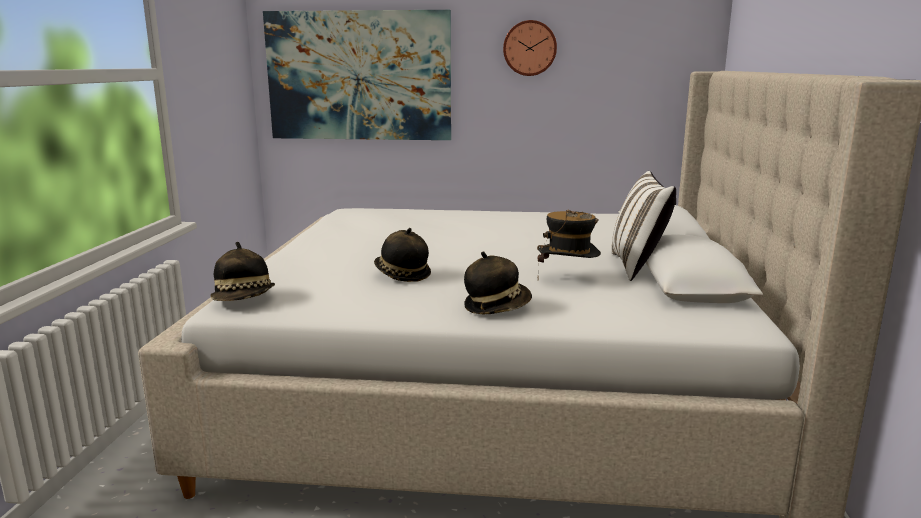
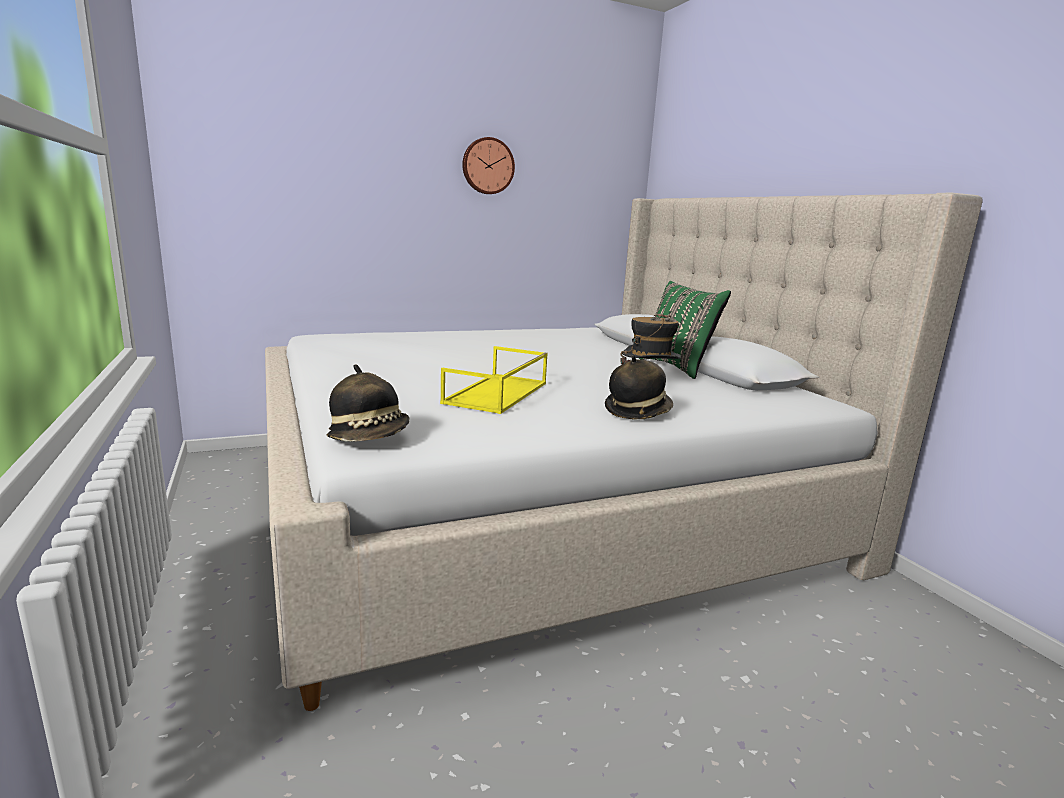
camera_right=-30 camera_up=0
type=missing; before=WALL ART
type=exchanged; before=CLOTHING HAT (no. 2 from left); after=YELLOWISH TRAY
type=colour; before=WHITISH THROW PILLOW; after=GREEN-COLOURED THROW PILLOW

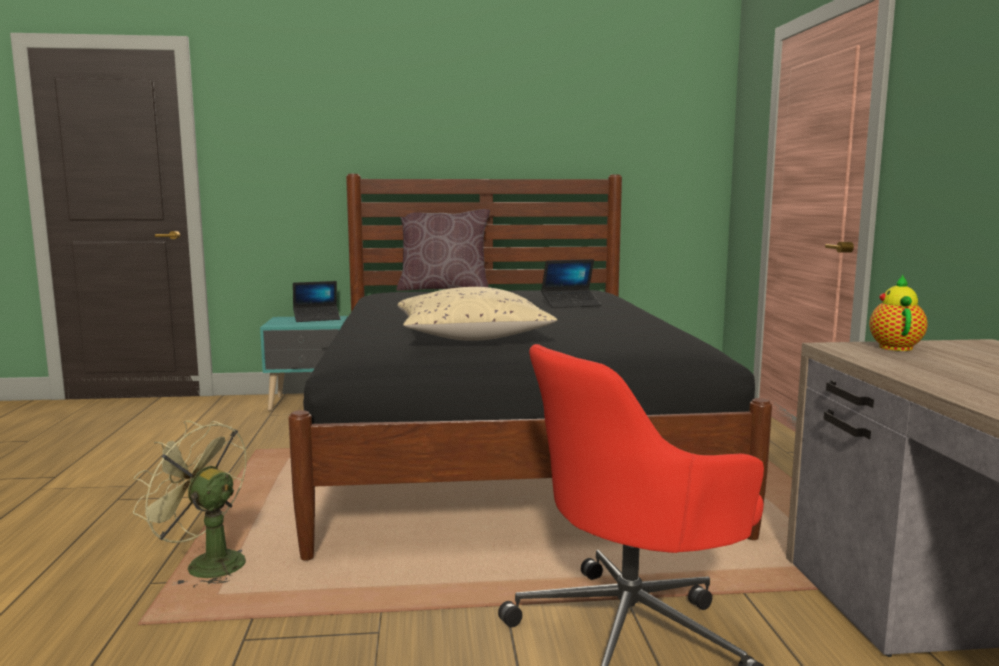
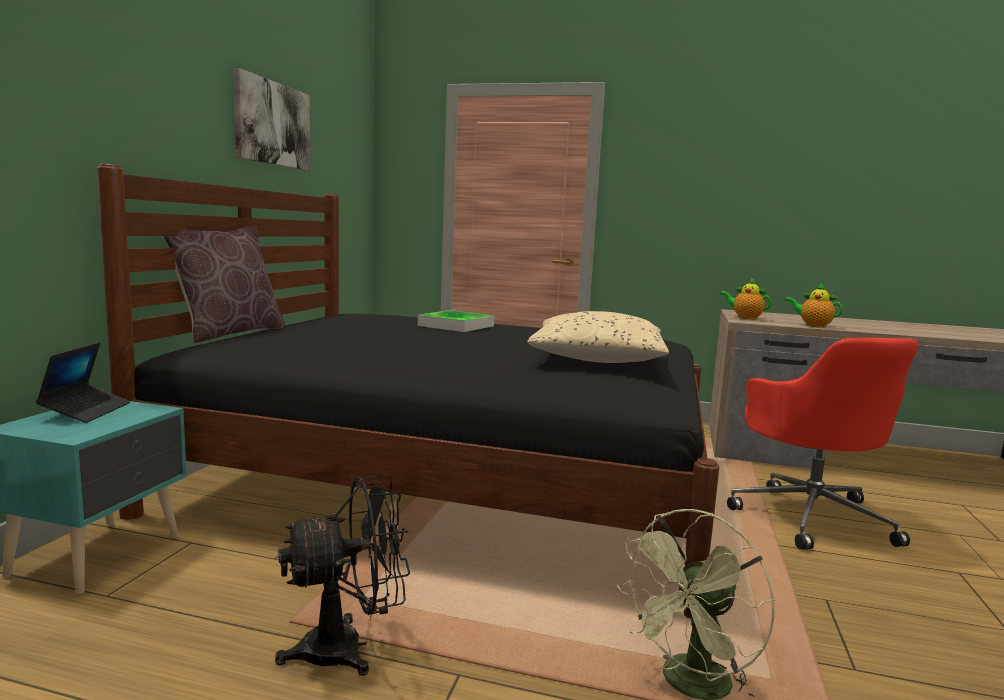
camera_right=-70 camera_up=0
type=appeared; after=WALL ART
type=appeared; after=BLACK-COLOURED COOLING FAN
type=appeared; after=TEAPOT (no. 2 from left)
type=exchanged; before=PORTABLE COMPUTER (no. 2 from left); after=TRAY

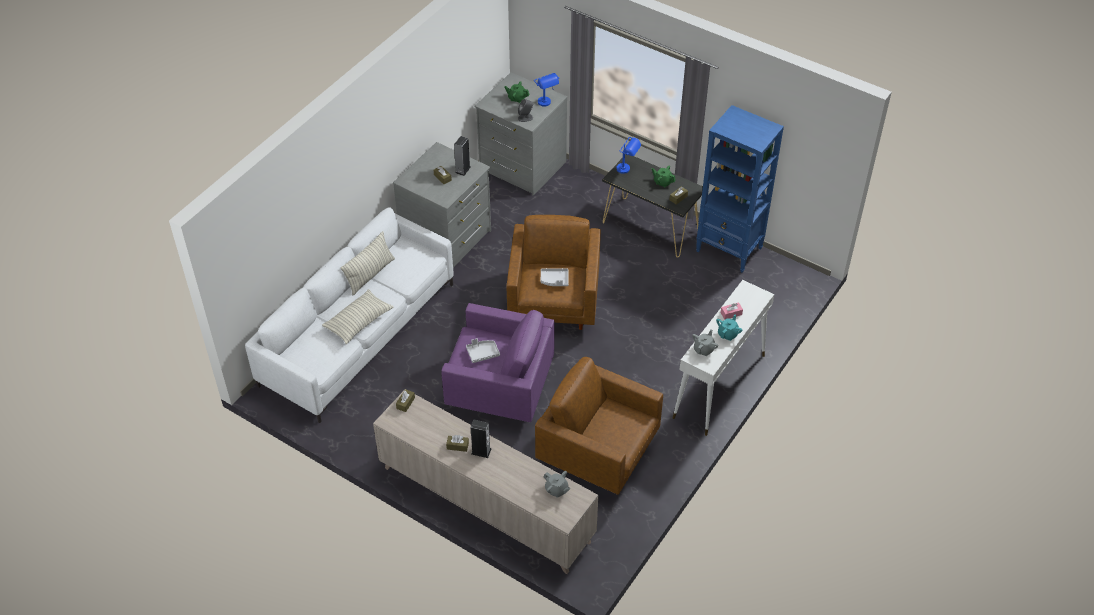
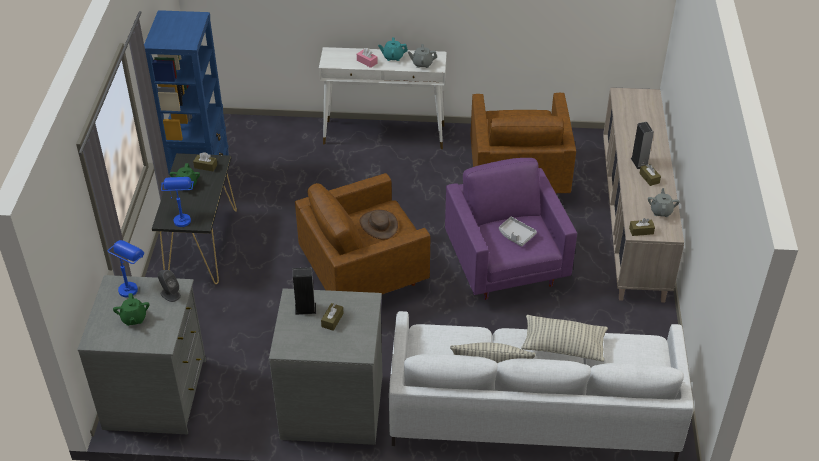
camera_right=-120 camera_up=-5
type=relocated; before=GREY TEAPOT (no. 1 from left in the first image); after=GREY TEAPOT (no. 2 from left)
type=exchanged; before=GREY TRAY (no. 2 from left); after=BROWN CLOTHING HAT

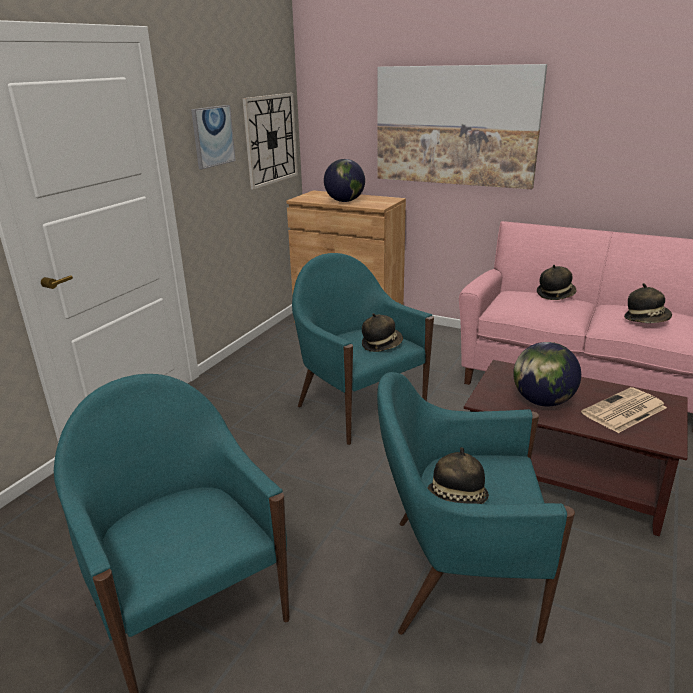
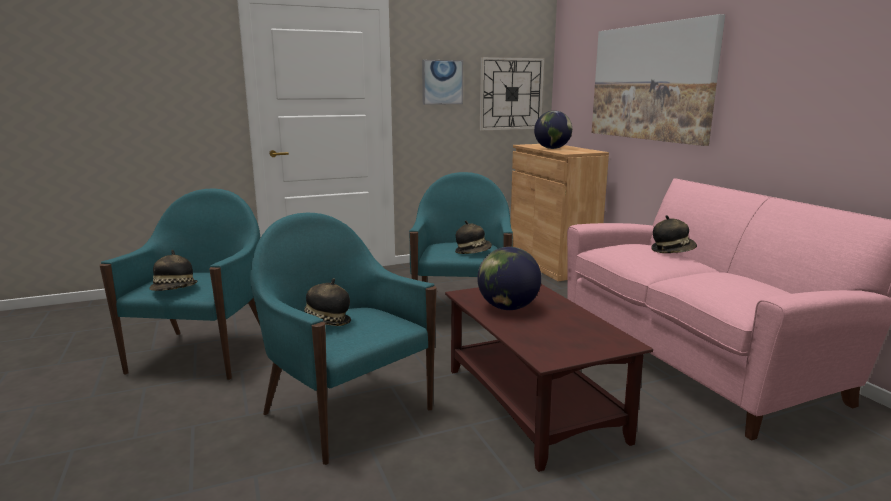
camera_right=40 camera_up=-10
type=missing; before=NEWSPAPER
type=relocated; before=CLOTHING HAT (no. 4 from left in the first image); after=CLOTHING HAT (no. 1 from left)

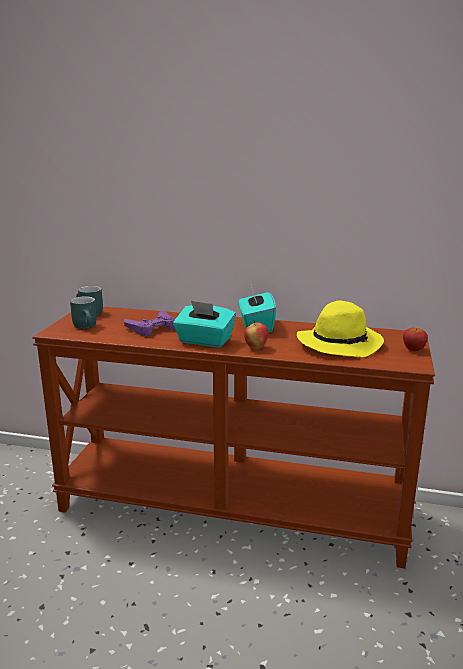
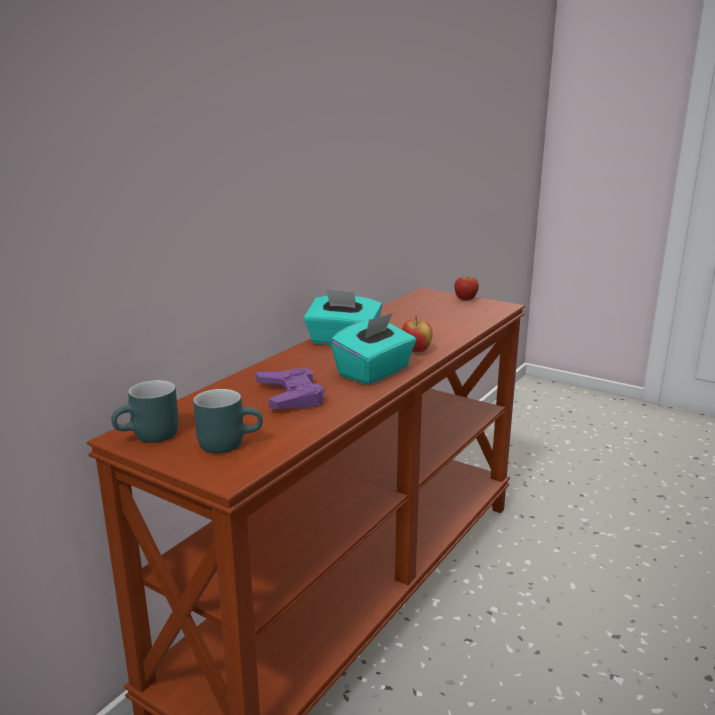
camera_right=-70 camera_up=0
type=missing; before=YELLOWISH CLOTHING HAT

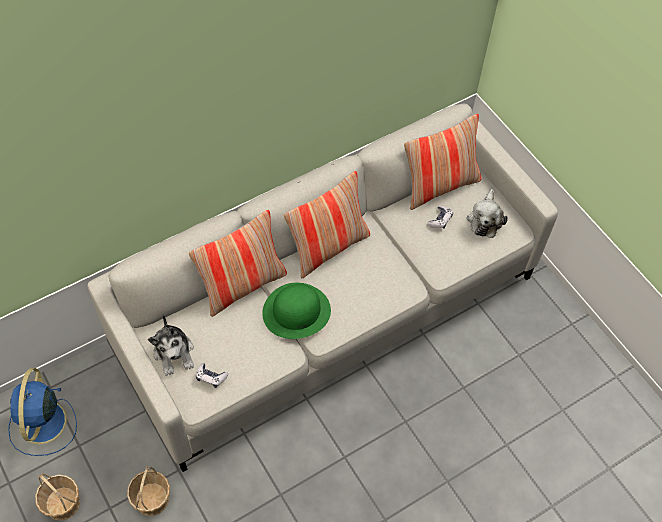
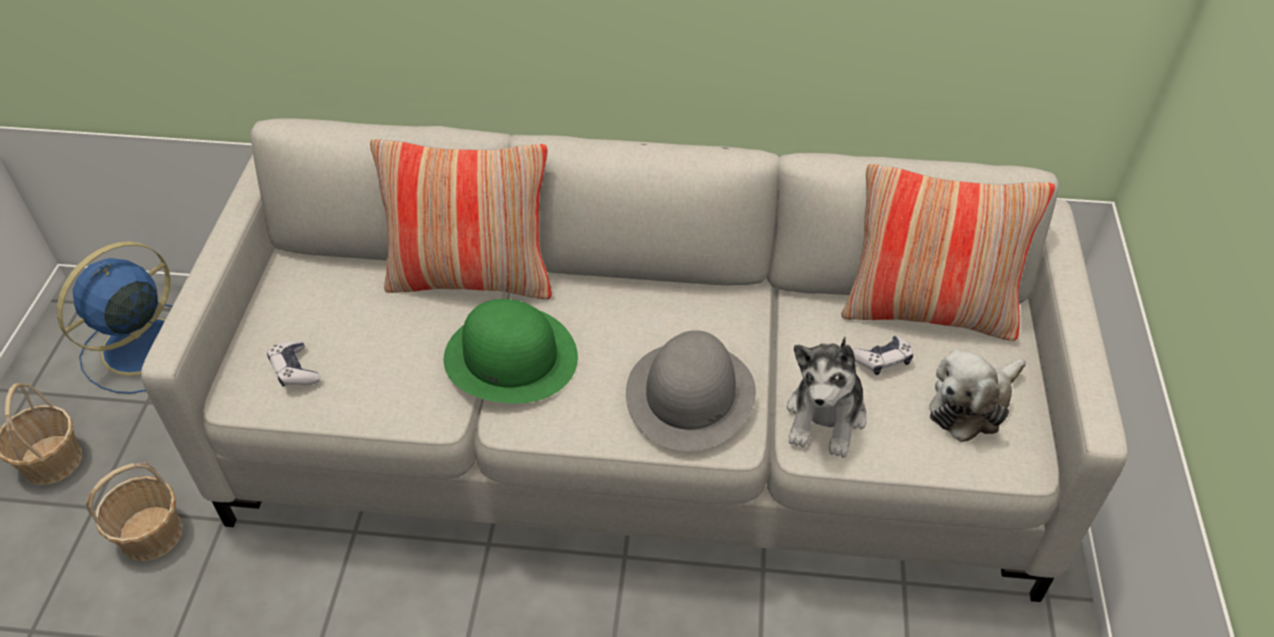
camera_right=40 camera_up=-10
type=missing; before=THROW PILLOW (no. 2 from left)
type=appeared; after=GREY CLOTHING HAT
type=relocated; before=CUDDLY TOY (no. 1 from left)

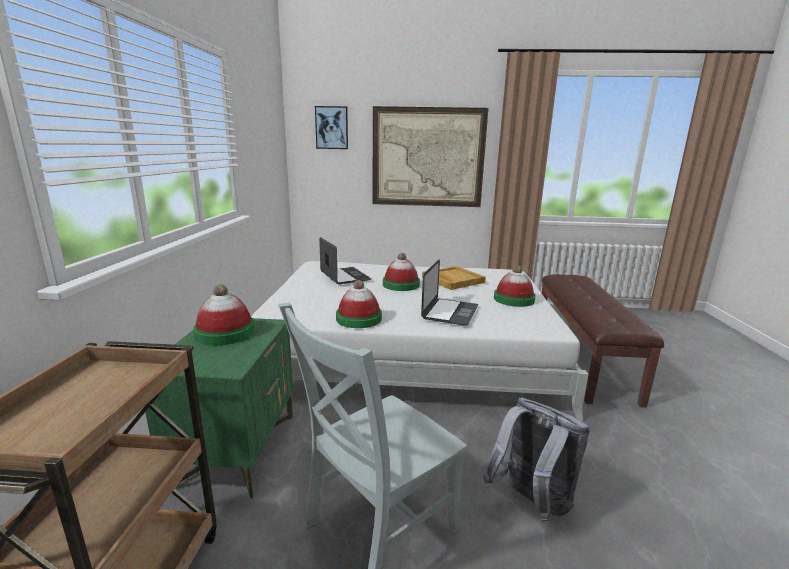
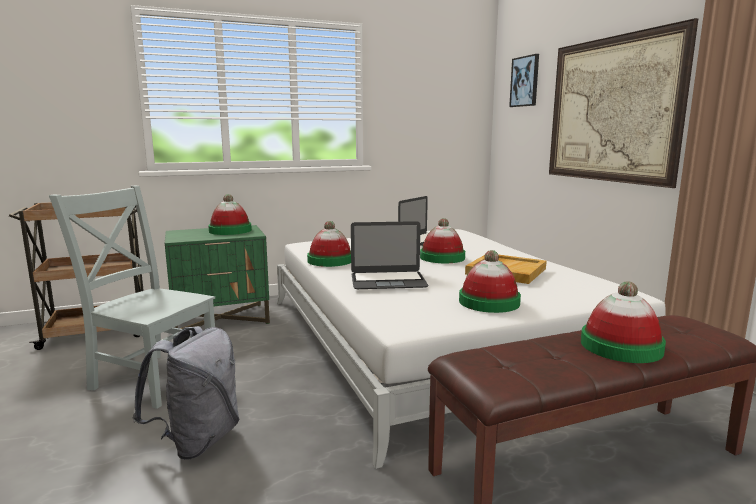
camera_right=65 camera_up=-5
type=appeared; after=CLOTHING HAT (no. 5 from left)

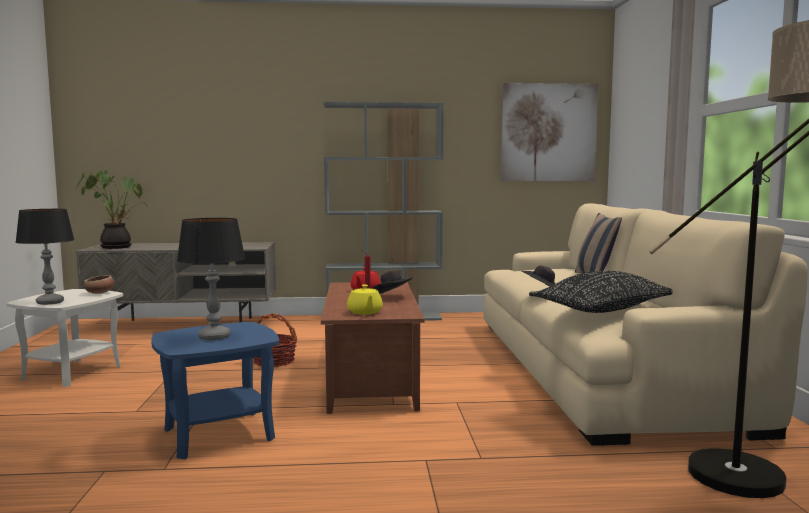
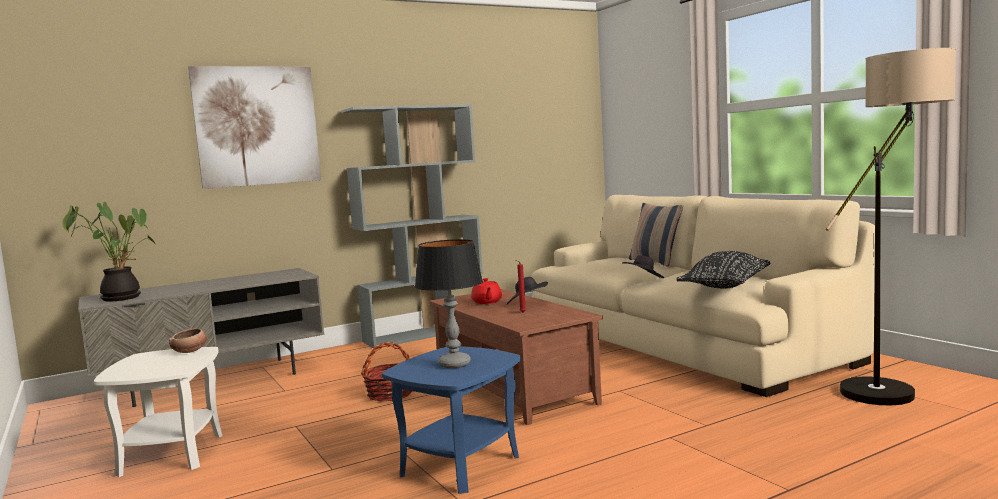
camera_right=-25 camera_up=0
type=missing; before=TABLE LAMP (no. 1 from left)
type=missing; before=YELLOWISH TEAPOT
type=relocated; before=WALL ART

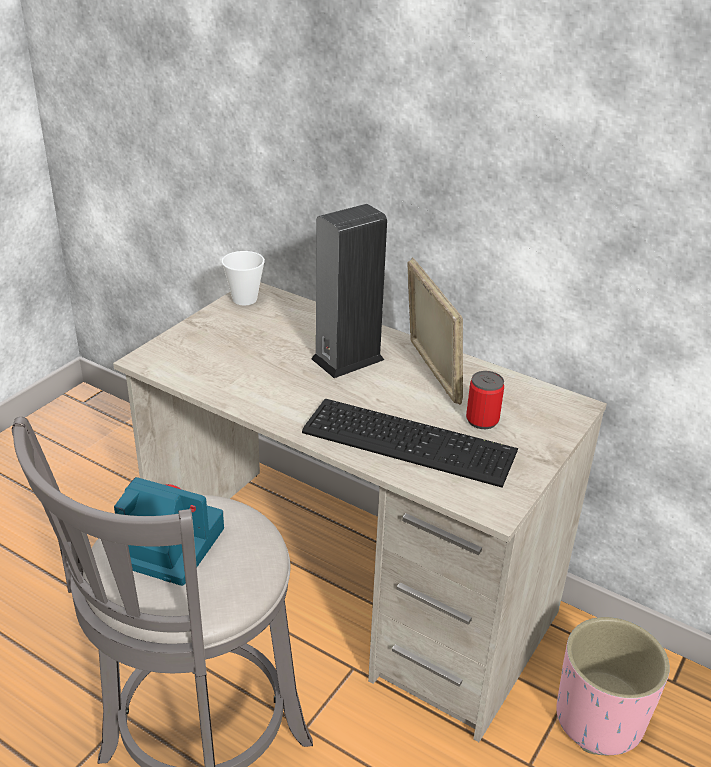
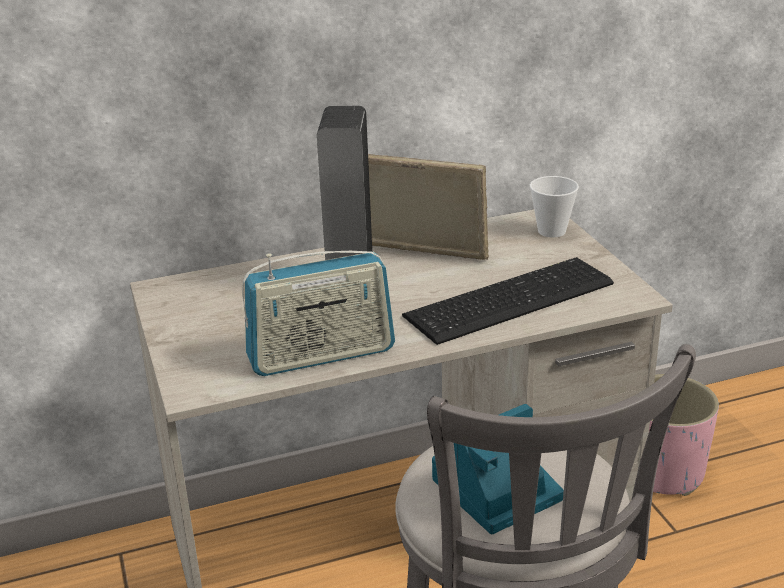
camera_right=-50 camera_up=-5
type=missing; before=CAN
type=appeared; after=RADIO SET
type=relocated; before=CUP

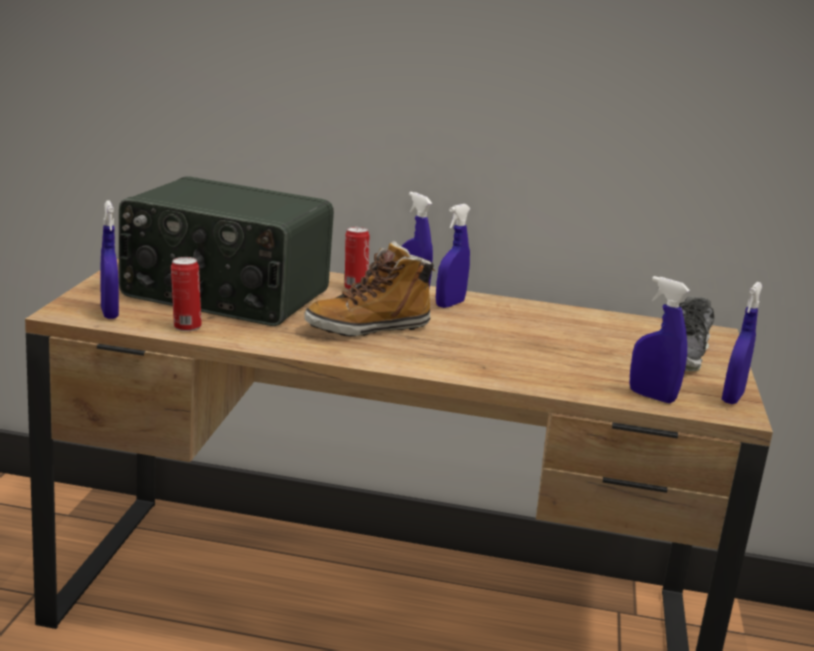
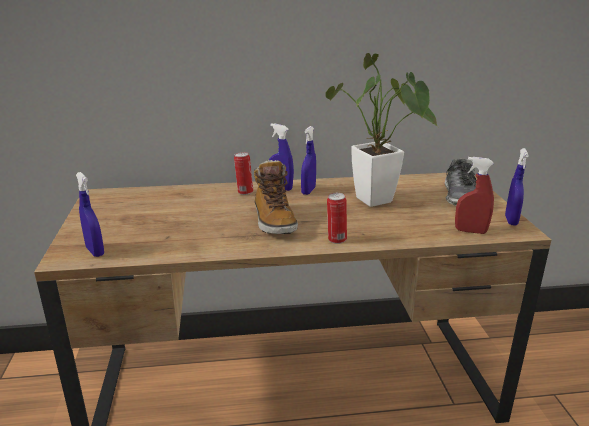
camera_right=-15 camera_up=5
type=missing; before=RADIO SET
type=appeared; after=PLANT IN A POT
type=relocated; before=CAN (no. 1 from left in the first image); after=CAN (no. 2 from left)
type=colour; before=BLUE-COLOURED HAND SPRAYER (no. 4 from left); after=RED-COLOURED HAND SPRAYER
type=spun; before=TALL BOOT; turn=-60

